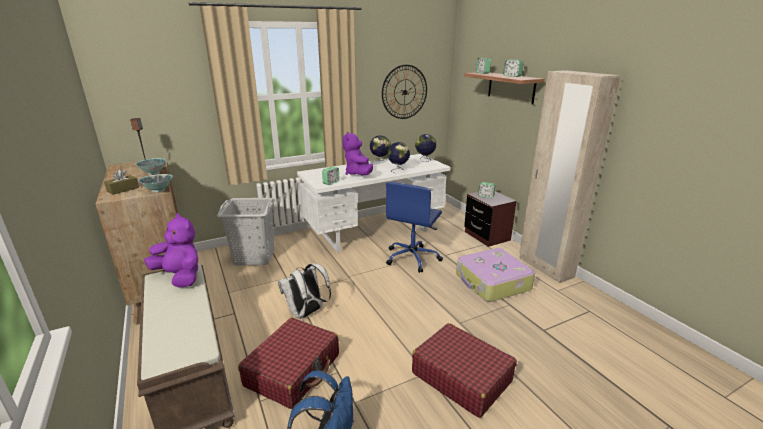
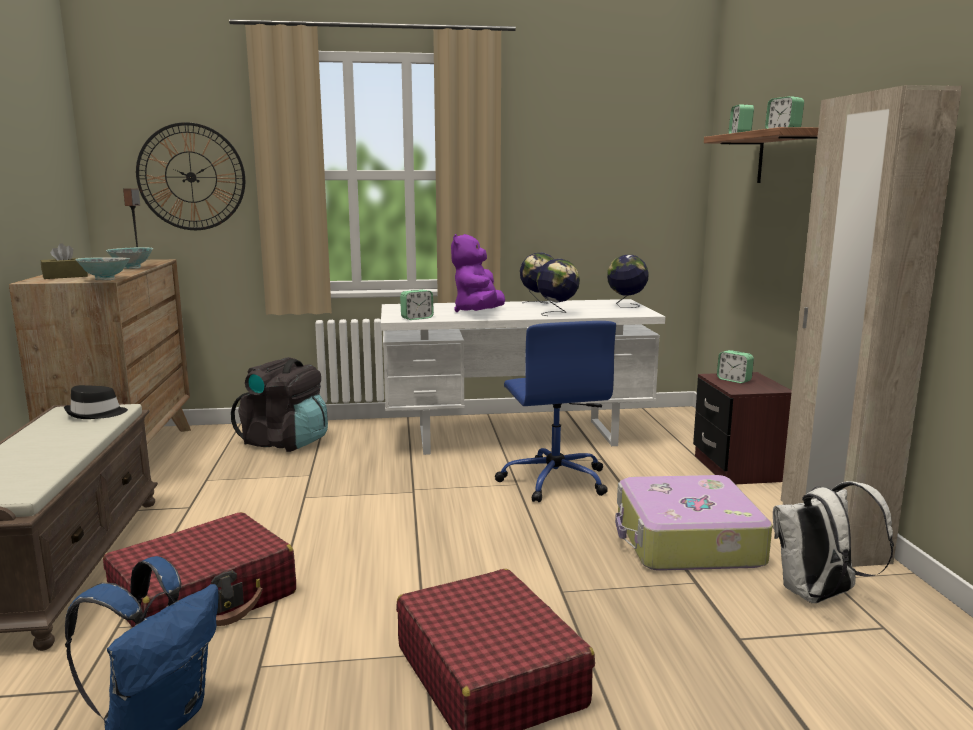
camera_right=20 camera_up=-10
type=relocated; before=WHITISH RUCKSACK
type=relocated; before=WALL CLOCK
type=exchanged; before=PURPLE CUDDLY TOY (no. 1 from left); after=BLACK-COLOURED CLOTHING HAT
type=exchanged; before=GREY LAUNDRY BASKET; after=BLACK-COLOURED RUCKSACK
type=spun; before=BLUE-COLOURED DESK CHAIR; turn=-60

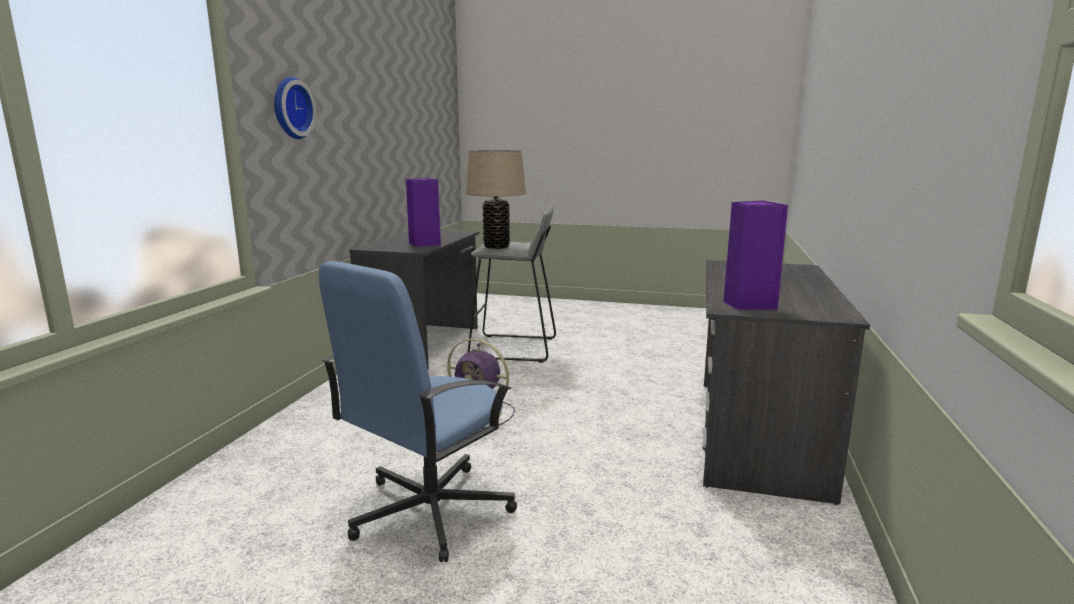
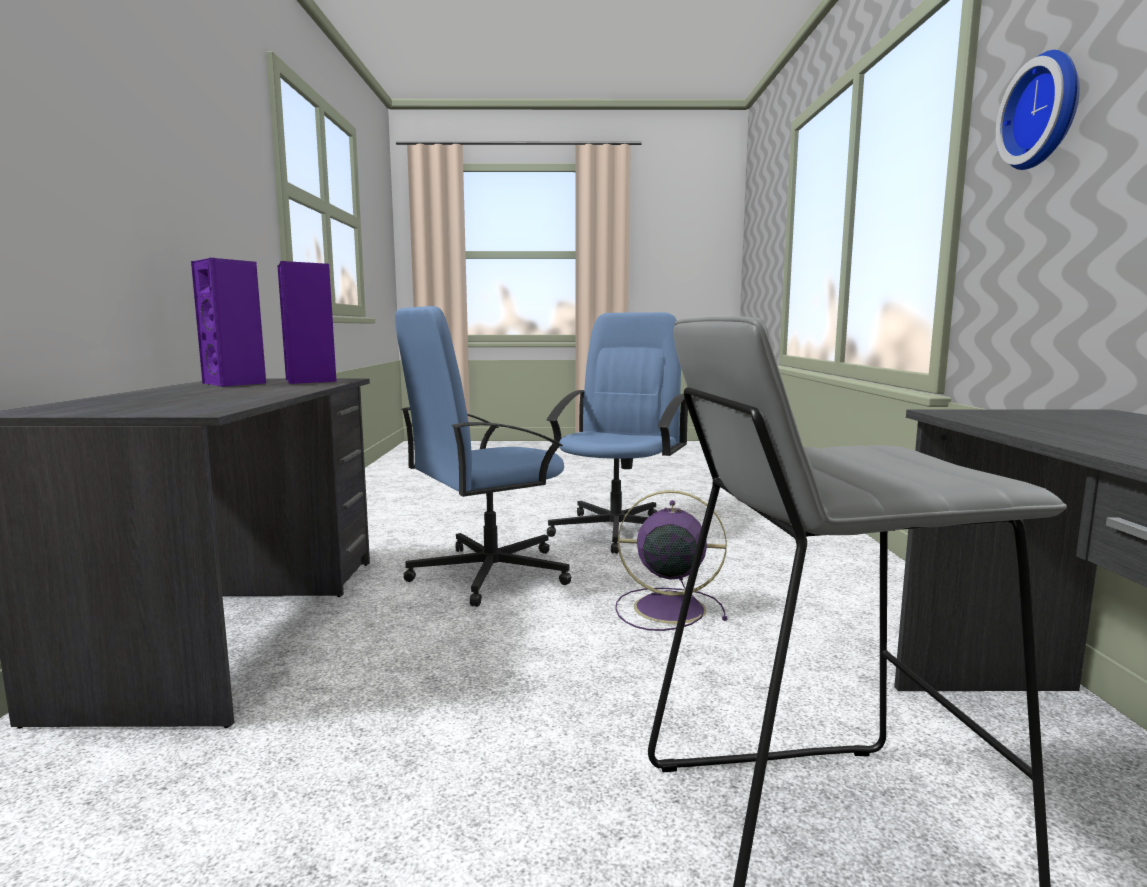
camera_right=165 camera_up=-5
type=missing; before=BEIGE TABLE LAMP
type=appeared; after=BLUE-COLOURED DESK CHAIR (no. 1 from left)
type=relocated; before=PURPLE AUDIO SPEAKER (no. 1 from left)

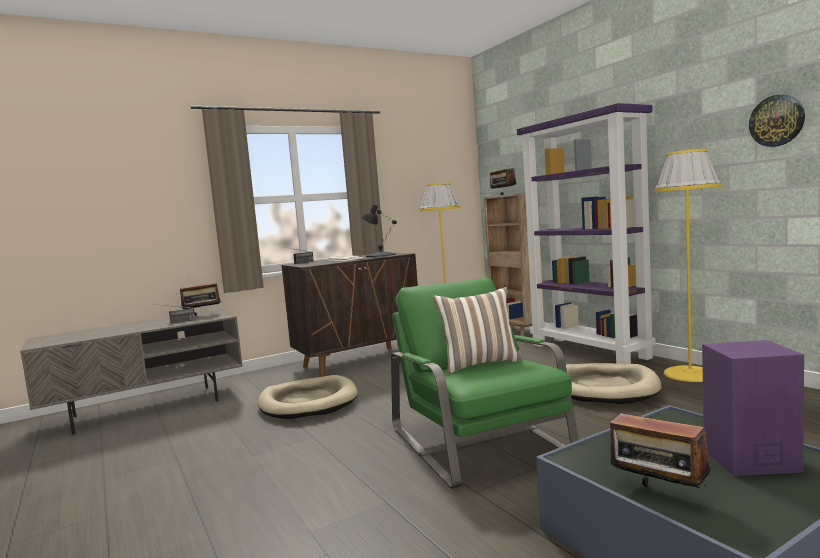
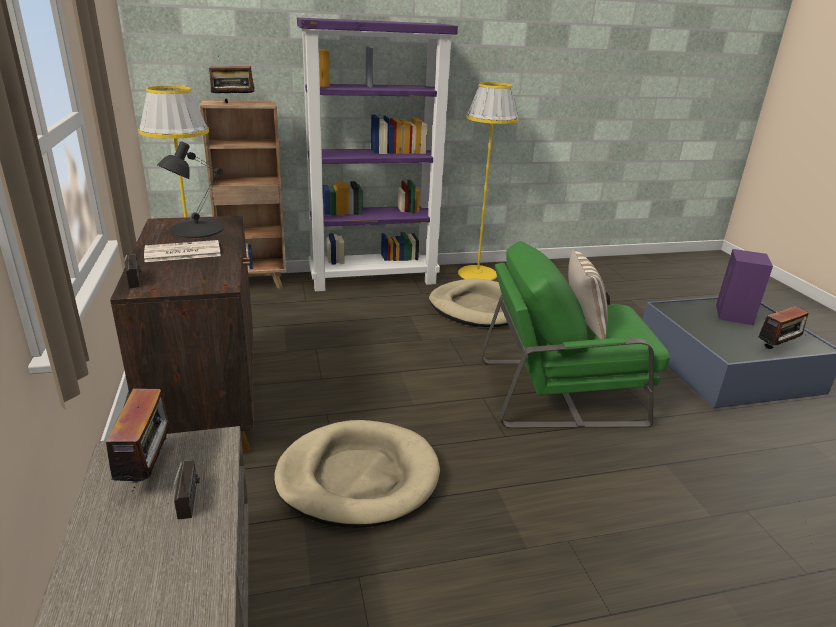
camera_right=-75 camera_up=20
type=missing; before=WALL CLOCK

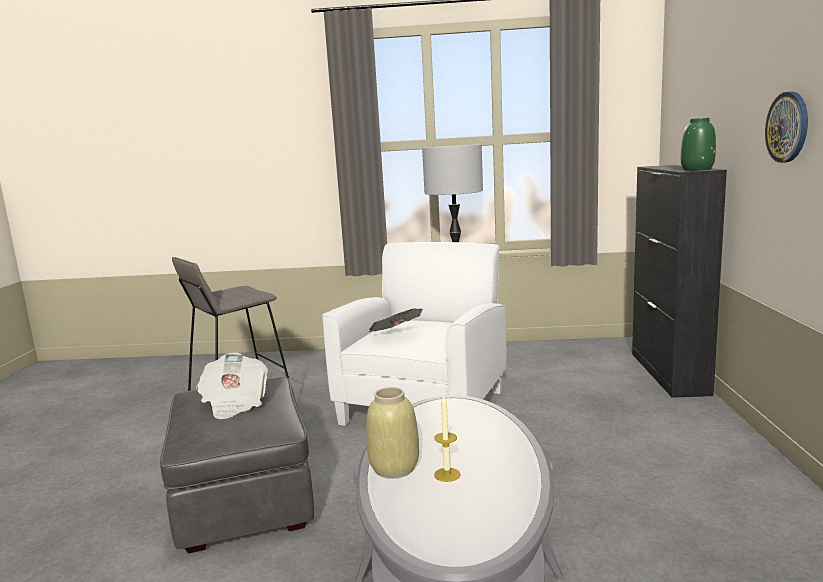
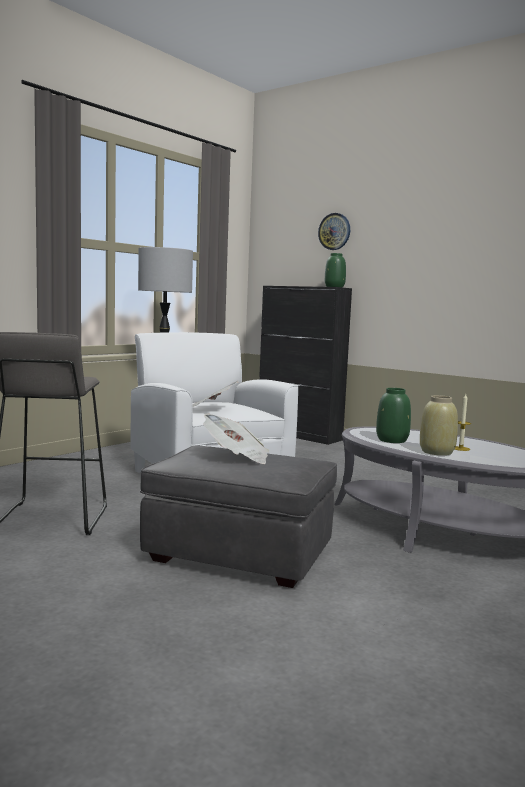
camera_right=-55 camera_up=-5
type=appeared; after=GREEN-COLOURED DECORATIVE VASE (no. 2 from left)
type=relocated; before=WALL CLOCK

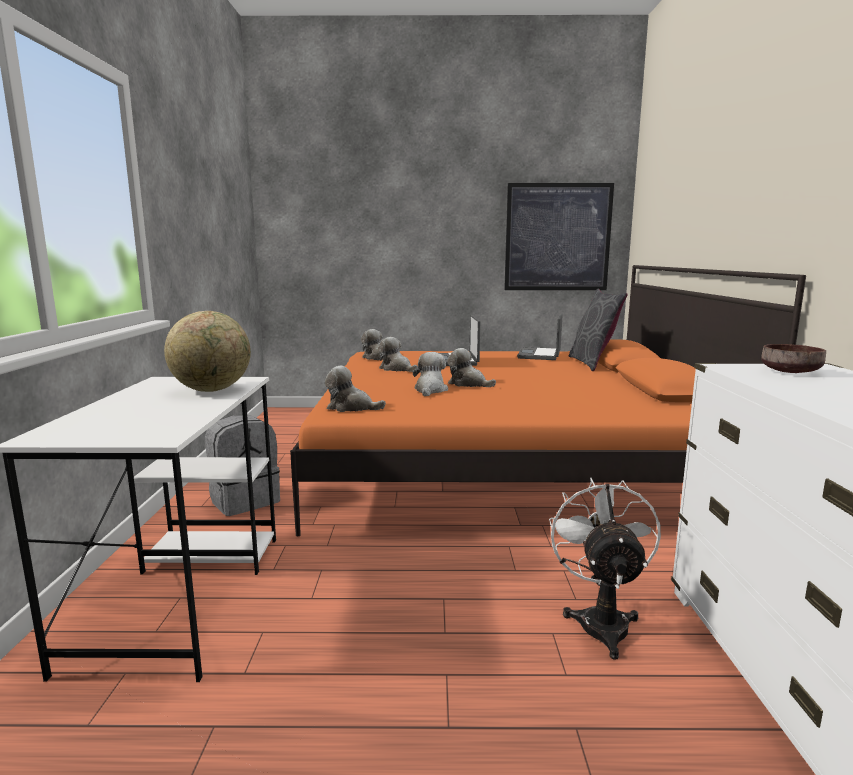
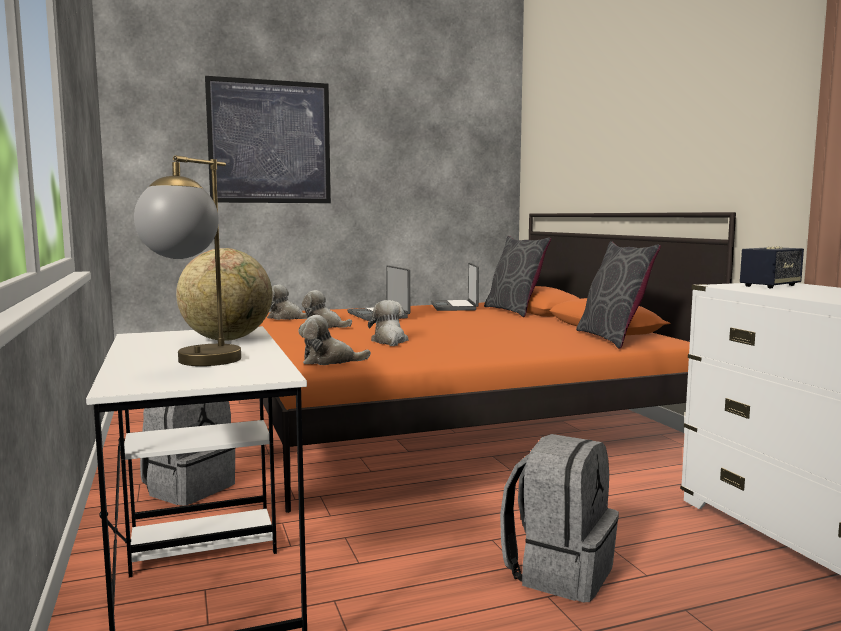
camera_right=-20 camera_up=-5
type=missing; before=CUDDLY TOY (no. 5 from left)
type=missing; before=WHITISH COOLING FAN
type=appeared; after=TABLE LAMP
type=appeared; after=GREY RUCKSACK (no. 2 from left)
type=appeared; after=GREY THROW PILLOW (no. 2 from left)
type=relocated; before=WALL ART
type=exchanged; before=BROWN SERVING BOWL; after=AUDIO SPEAKER

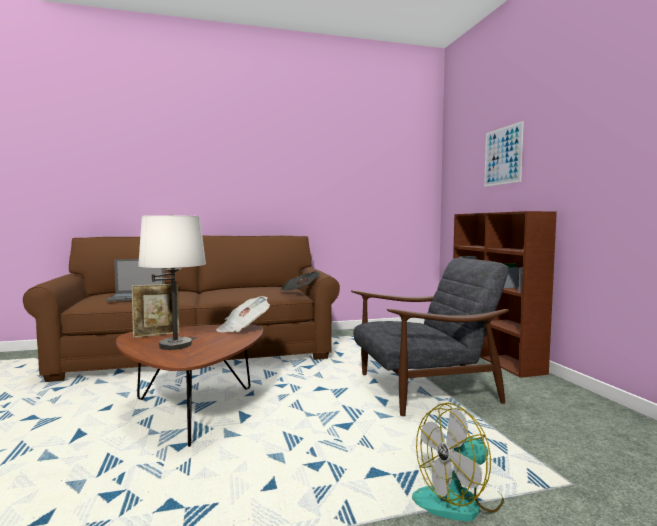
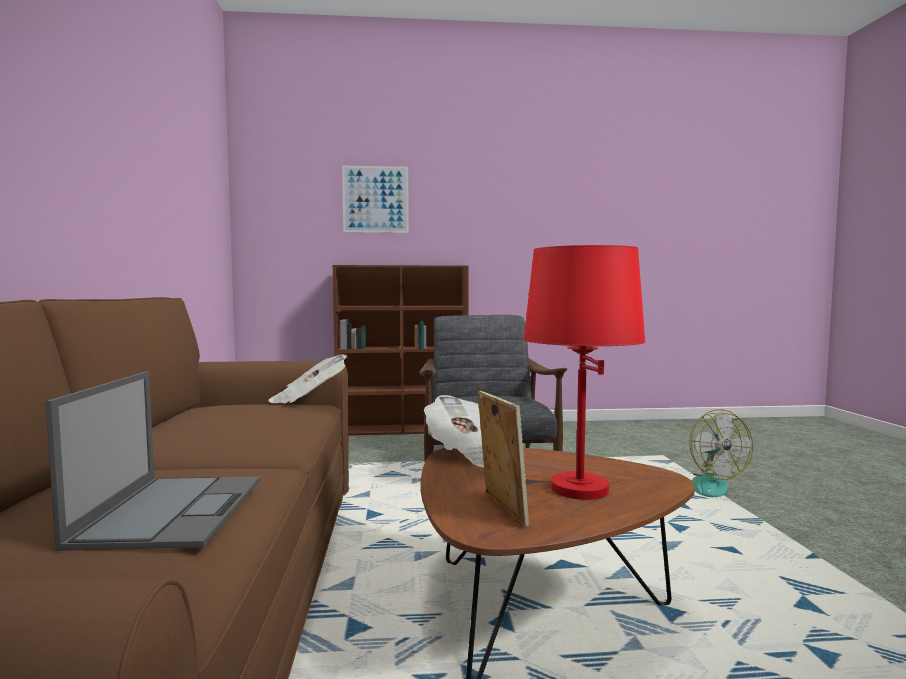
camera_right=-80 camera_up=0
type=colour; before=WHITISH TABLE LAMP; after=RED-COLOURED TABLE LAMP

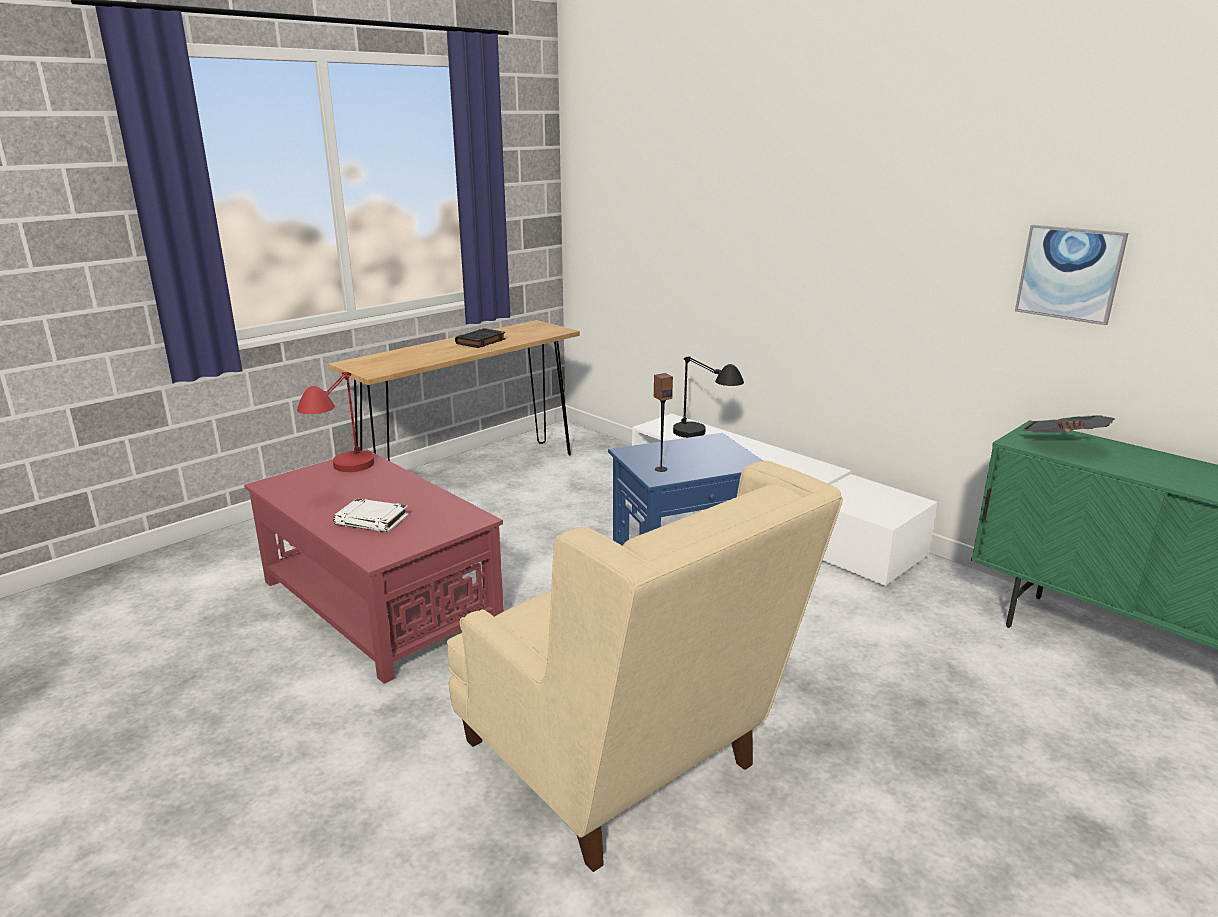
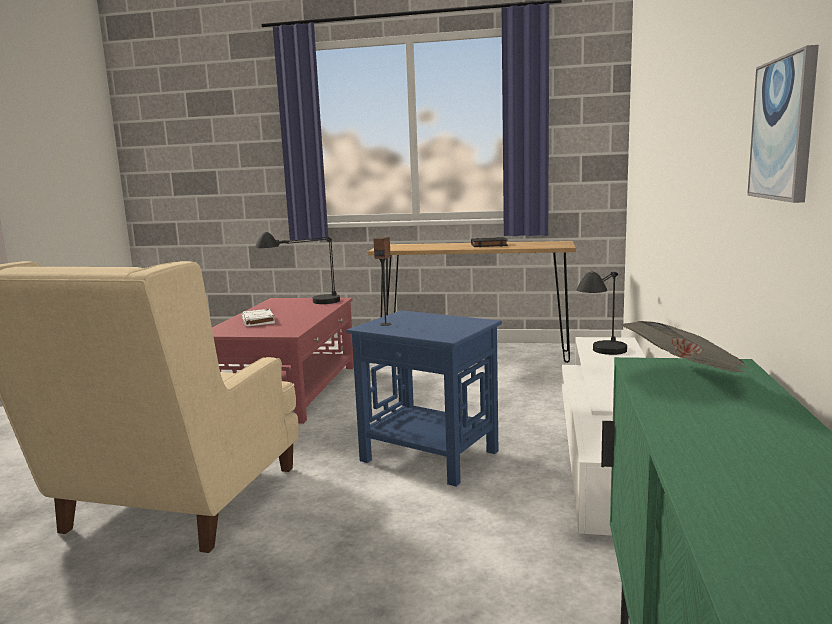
camera_right=55 camera_up=-10
type=colour; before=RED-COLOURED TABLE LAMP; after=BLACK-COLOURED TABLE LAMP (no. 1 from left)

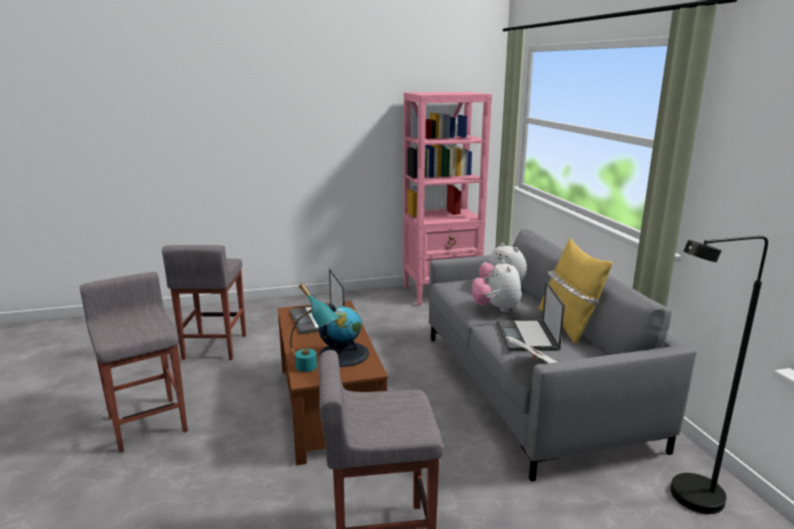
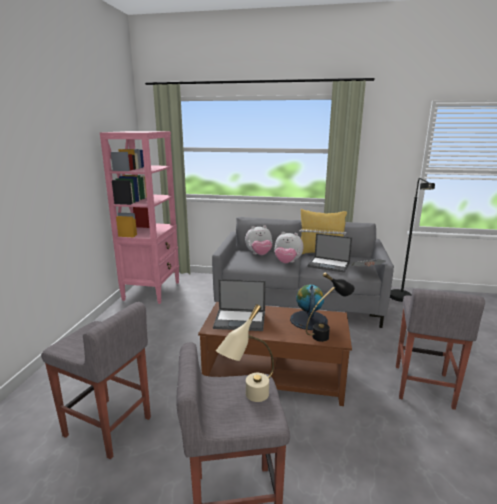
camera_right=-65 camera_up=0
type=appeared; after=BEIGE TABLE LAMP
type=colour; before=TURQUOISE-COLOURED TABLE LAMP; after=BLACK-COLOURED TABLE LAMP

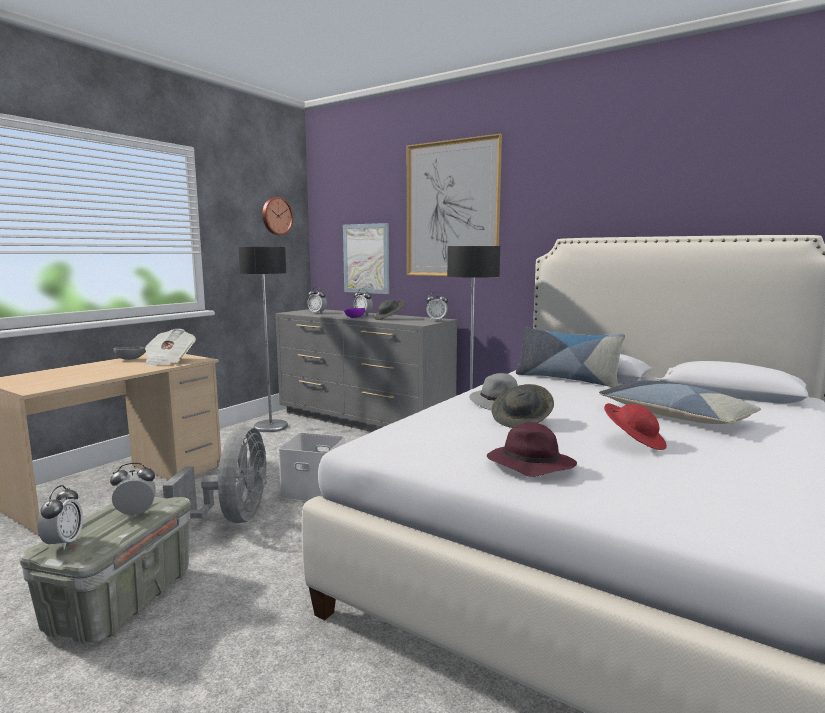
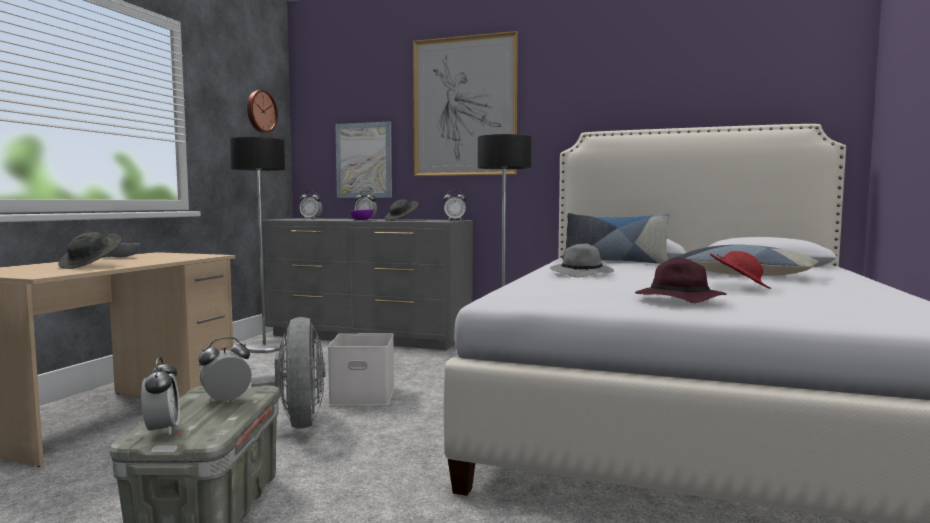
camera_right=-15 camera_up=-5
type=missing; before=NEWSPAPER
type=relocated; before=GREY CLOTHING HAT (no. 3 from left in the first image); after=GREY CLOTHING HAT (no. 1 from left)

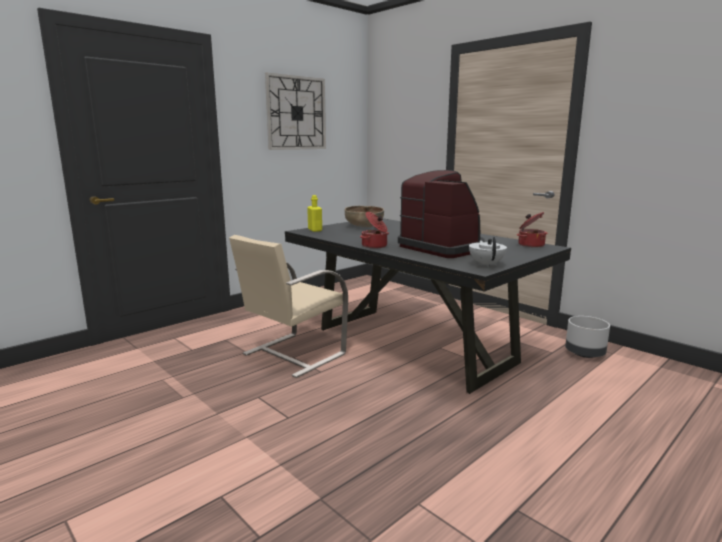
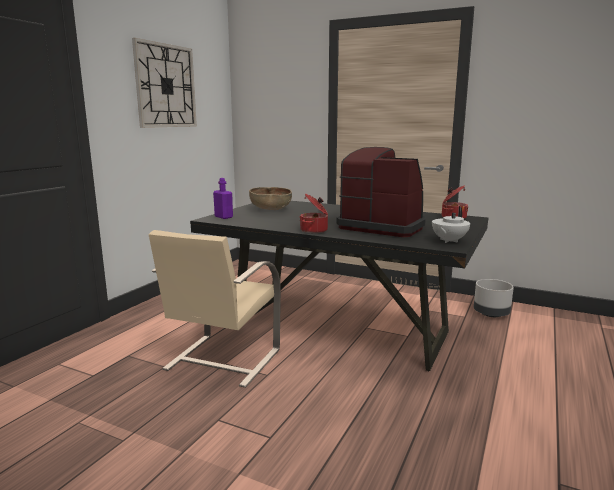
camera_right=-20 camera_up=0
type=colour; before=YELLOWISH BOTTLE; after=PURPLE BOTTLE
type=spun; before=WHITISH TEAPOT; turn=-120

